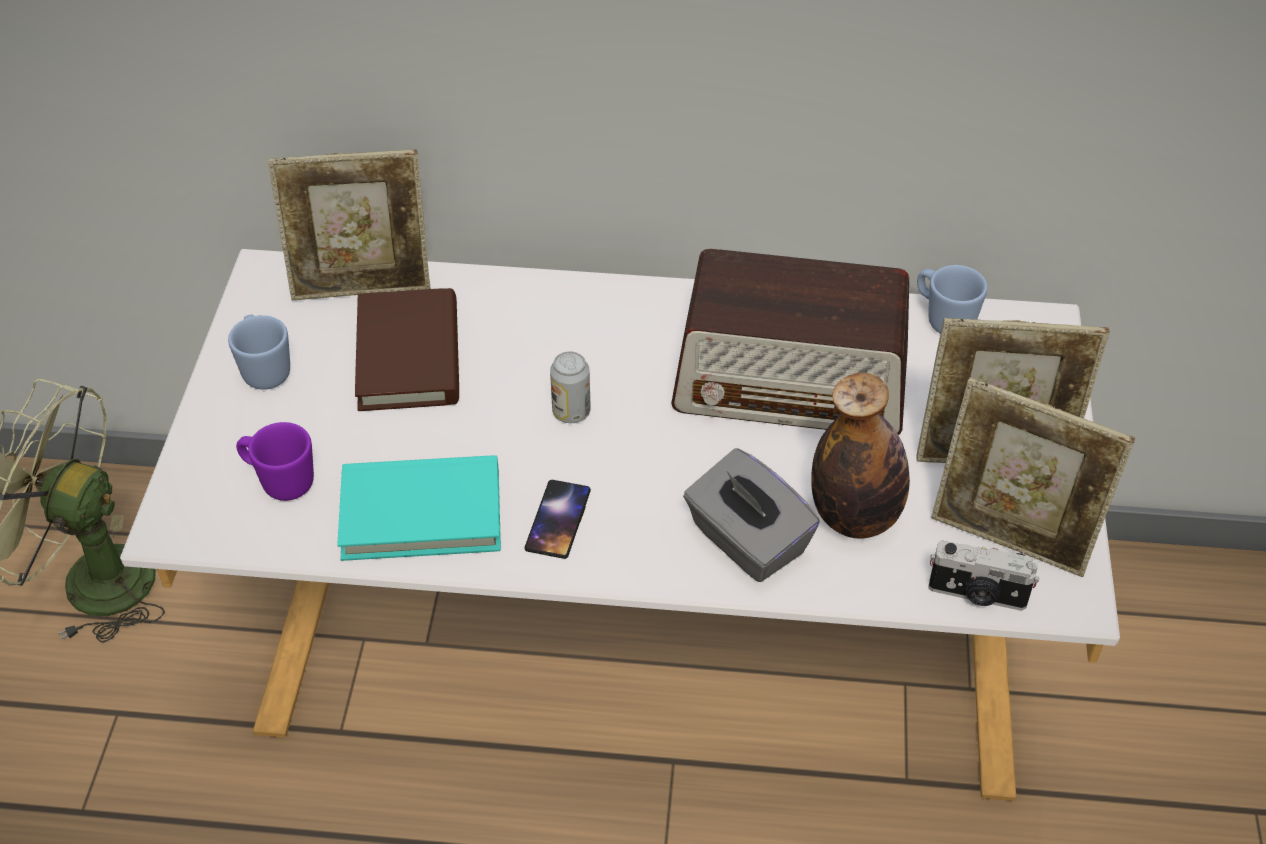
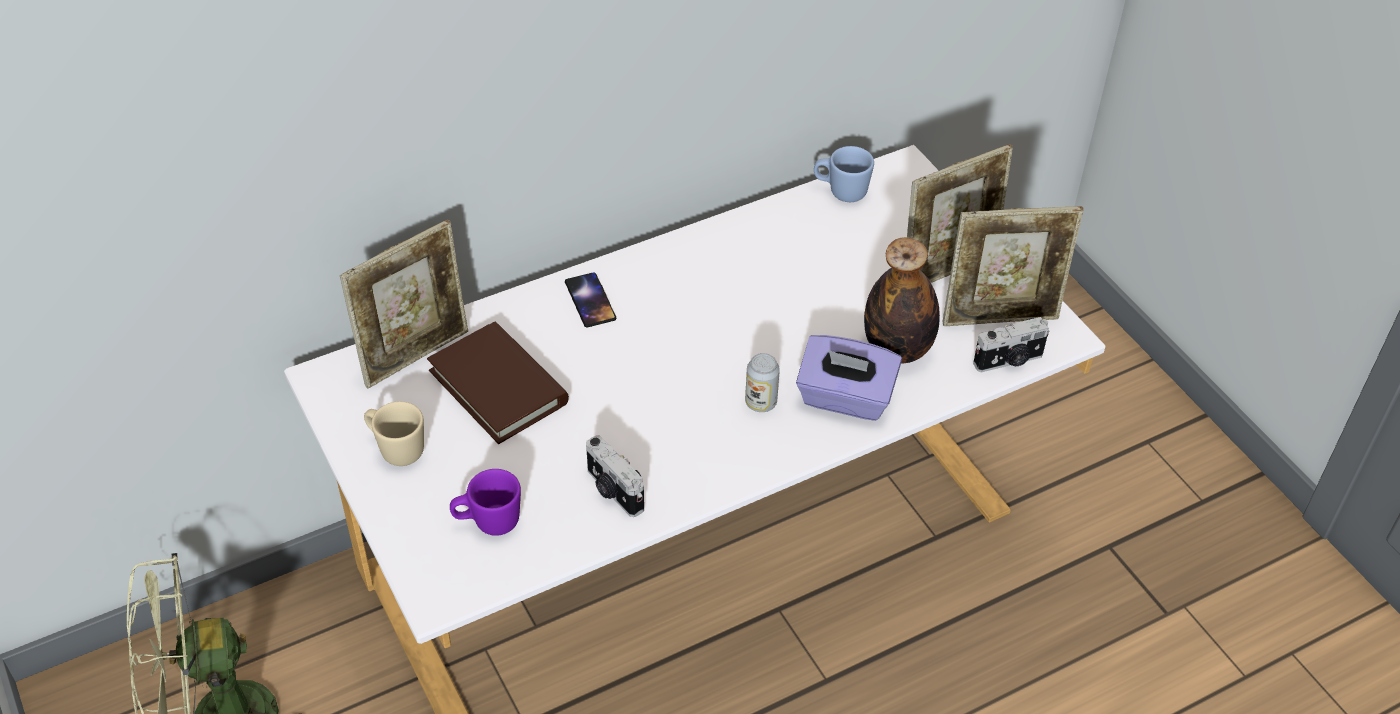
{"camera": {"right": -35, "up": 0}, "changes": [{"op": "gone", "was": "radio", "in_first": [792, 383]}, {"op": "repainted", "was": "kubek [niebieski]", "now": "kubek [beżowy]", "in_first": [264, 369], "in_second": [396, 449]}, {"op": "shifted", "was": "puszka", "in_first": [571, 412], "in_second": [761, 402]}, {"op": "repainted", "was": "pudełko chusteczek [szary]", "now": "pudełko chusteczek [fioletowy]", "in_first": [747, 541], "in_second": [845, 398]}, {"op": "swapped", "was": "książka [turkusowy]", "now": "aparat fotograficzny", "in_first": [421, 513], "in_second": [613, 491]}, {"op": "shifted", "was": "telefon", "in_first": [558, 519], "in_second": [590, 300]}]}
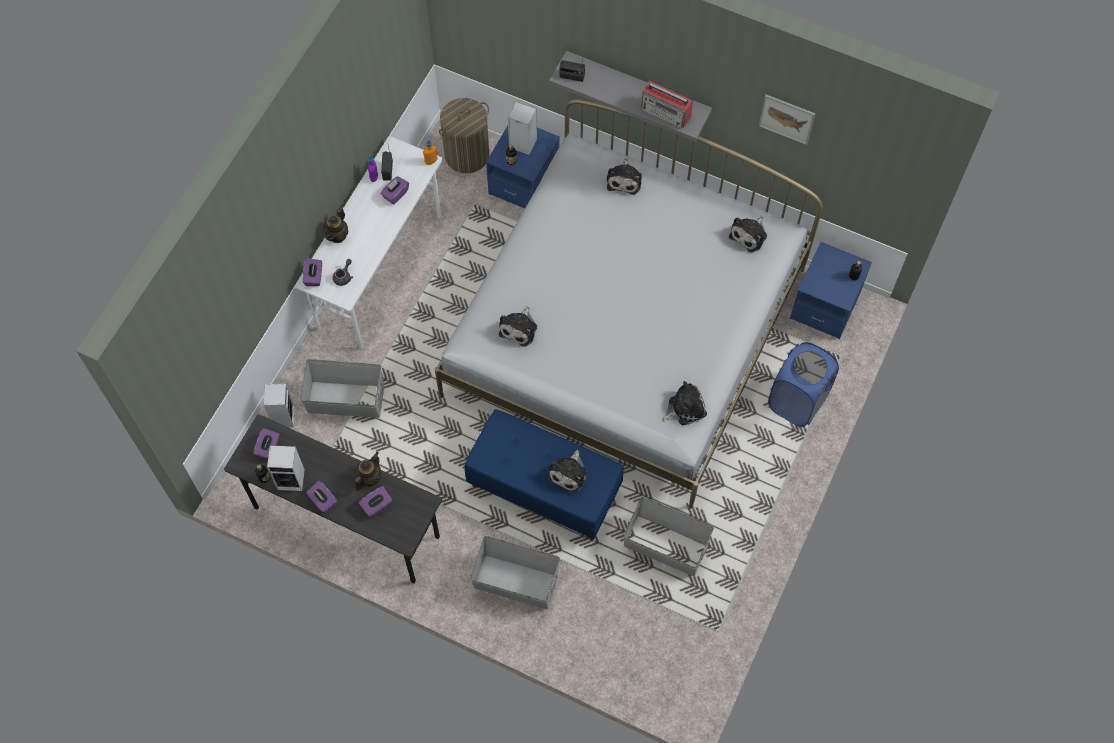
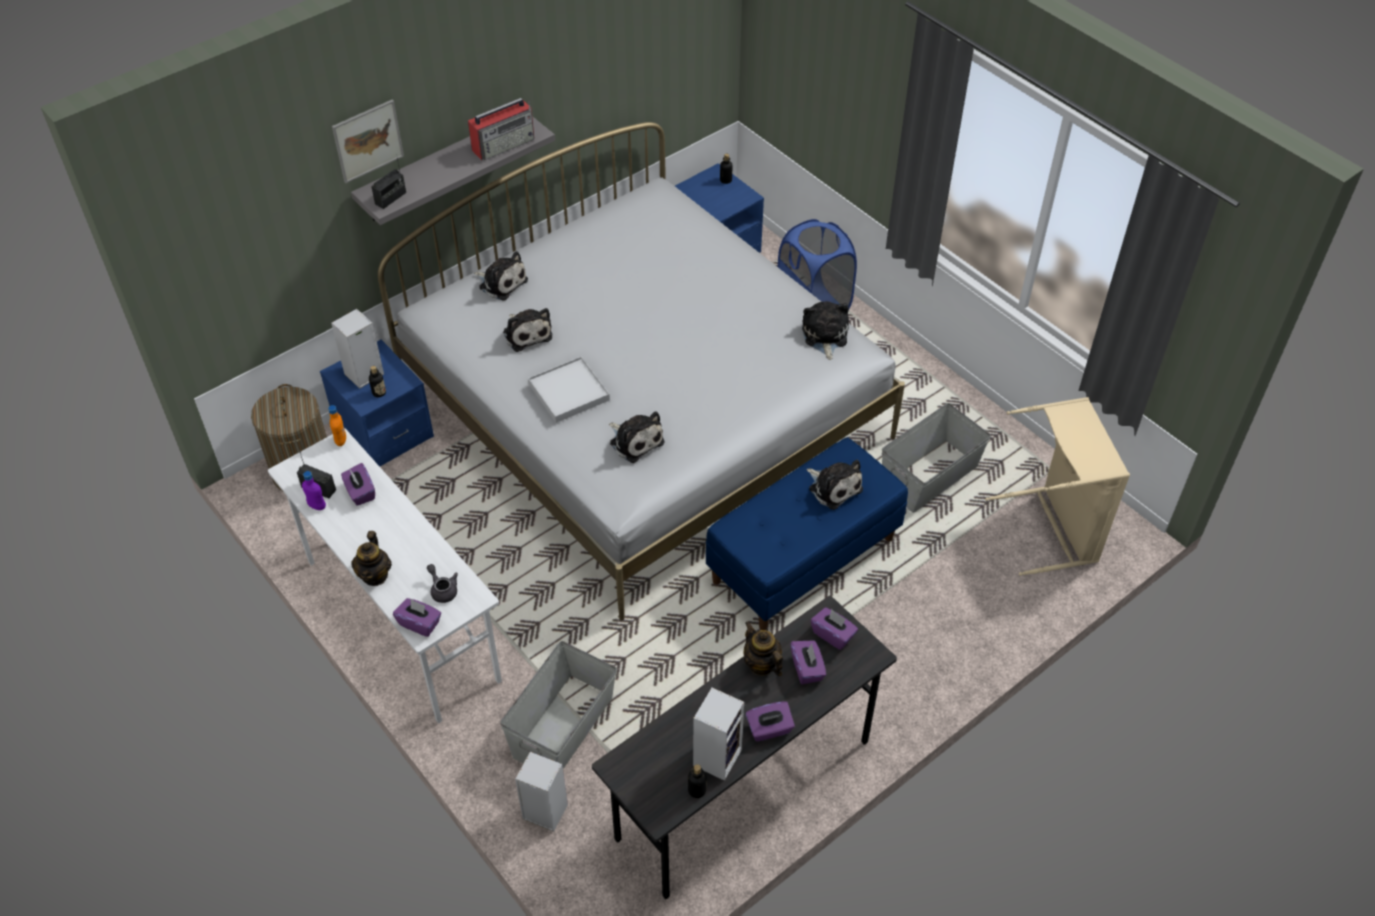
{"camera": {"right": -65, "up": -15}, "changes": [{"op": "shifted", "was": "obraz", "in_first": [786, 119], "in_second": [368, 140]}, {"op": "rotated", "was": "imbryk", "in_first": [337, 235], "in_second": [375, 575], "clockwise": 45}, {"op": "shifted", "was": "pluszak", "in_first": [749, 235], "in_second": [526, 333]}, {"op": "shifted", "was": "pudełko chusteczek [fioletowy]", "in_first": [268, 448], "in_second": [833, 635]}, {"op": "gone", "was": "pojemnik do przechowywania [szary]", "in_first": [515, 581]}, {"op": "new", "now": "taca [biały]", "in_second": [569, 392]}, {"op": "new", "now": "kosz na pranie [beżowy]", "in_second": [1053, 528]}]}
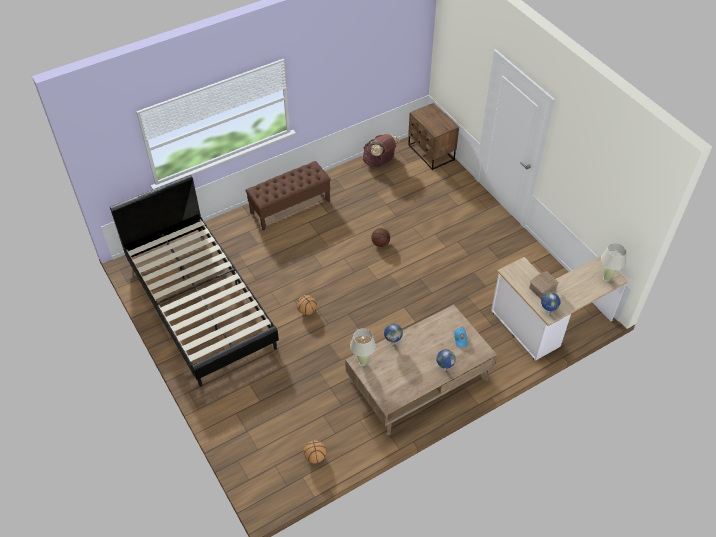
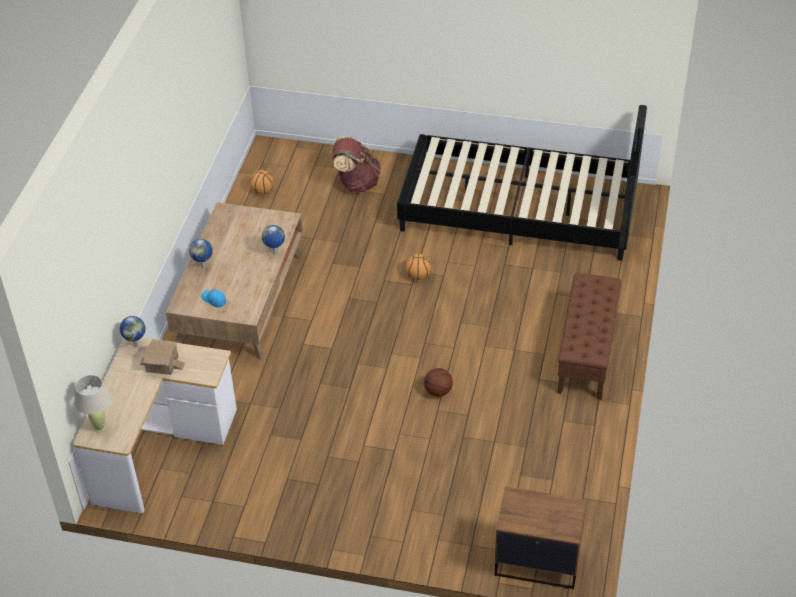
{"camera": {"right": 135, "up": -5}, "changes": [{"op": "shifted", "was": "plecak [brązowy]", "in_first": [379, 162], "in_second": [356, 183]}, {"op": "gone", "was": "lampa stołowa [beżowy]", "in_first": [363, 362]}]}
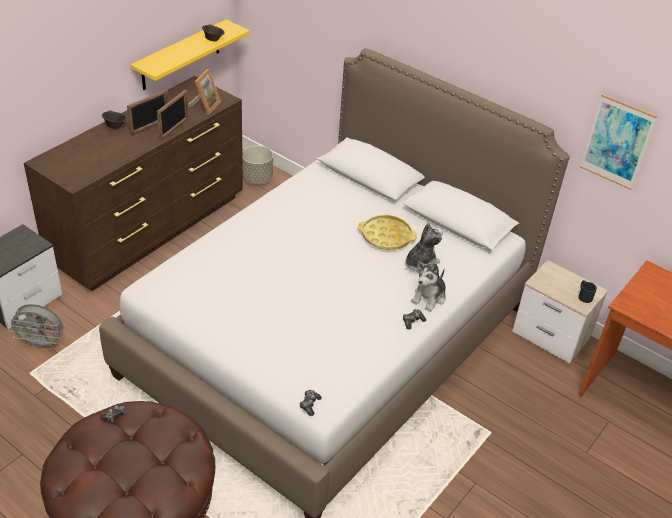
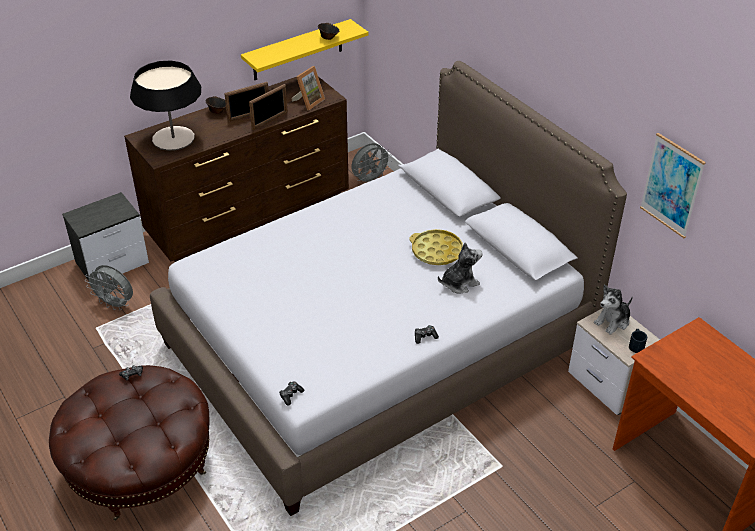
{"camera": {"right": 20, "up": 0}, "changes": [{"op": "swapped", "was": "donica [szary]", "now": "wentylator [szary]", "in_first": [257, 178], "in_second": [370, 180]}, {"op": "shifted", "was": "pluszak", "in_first": [429, 297], "in_second": [613, 321]}, {"op": "new", "now": "lampa stołowa", "in_second": [173, 138]}]}
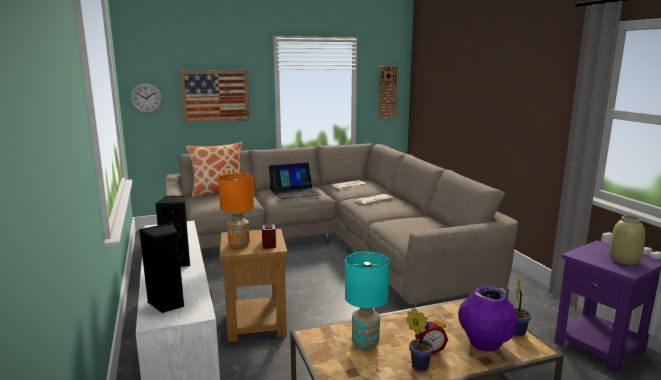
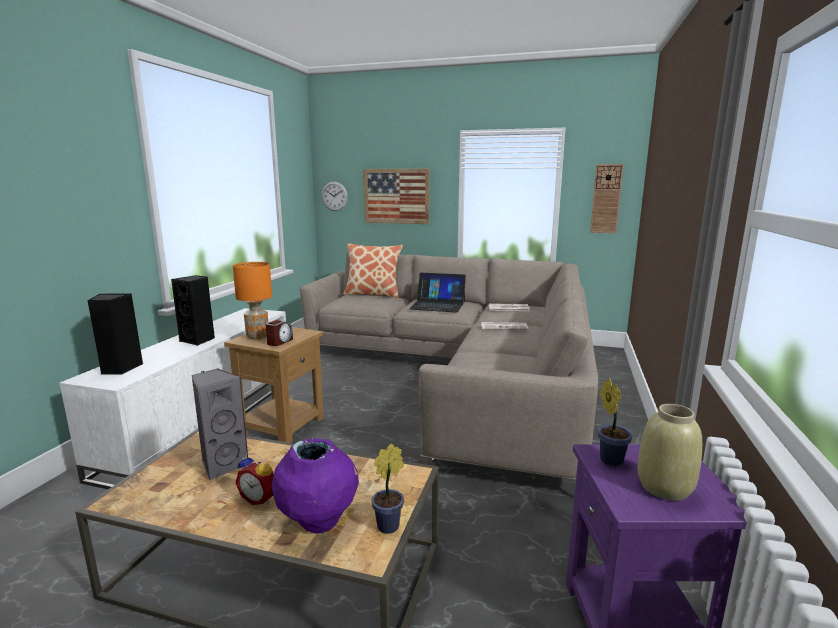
{"camera": {"right": 35, "up": 0}, "changes": [{"op": "swapped", "was": "lampa stołowa [turkusowy]", "now": "głośnik [szary]", "in_first": [365, 343], "in_second": [223, 465]}, {"op": "shifted", "was": "roślina doniczkowa", "in_first": [418, 365], "in_second": [609, 459]}]}
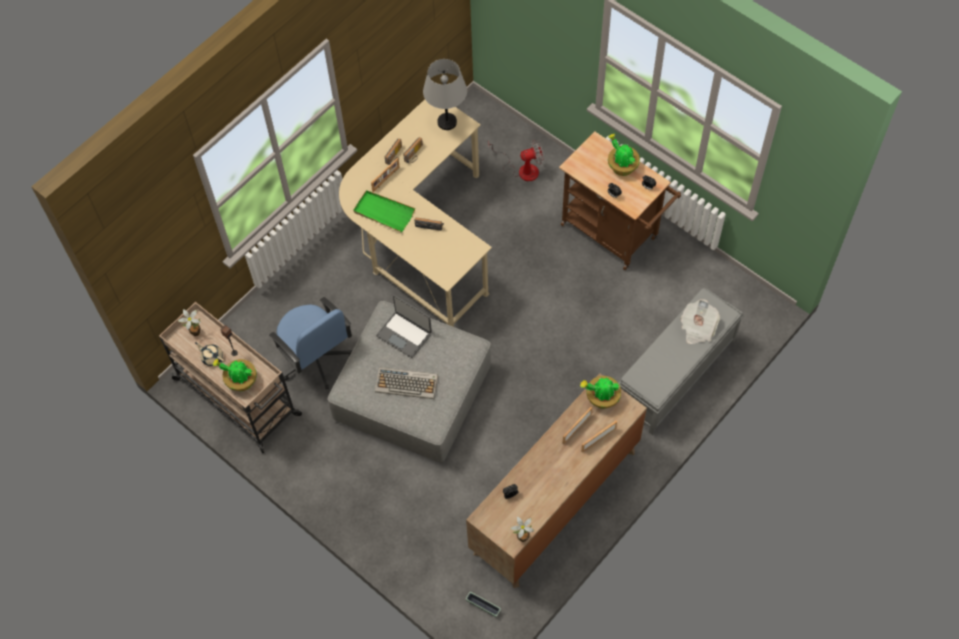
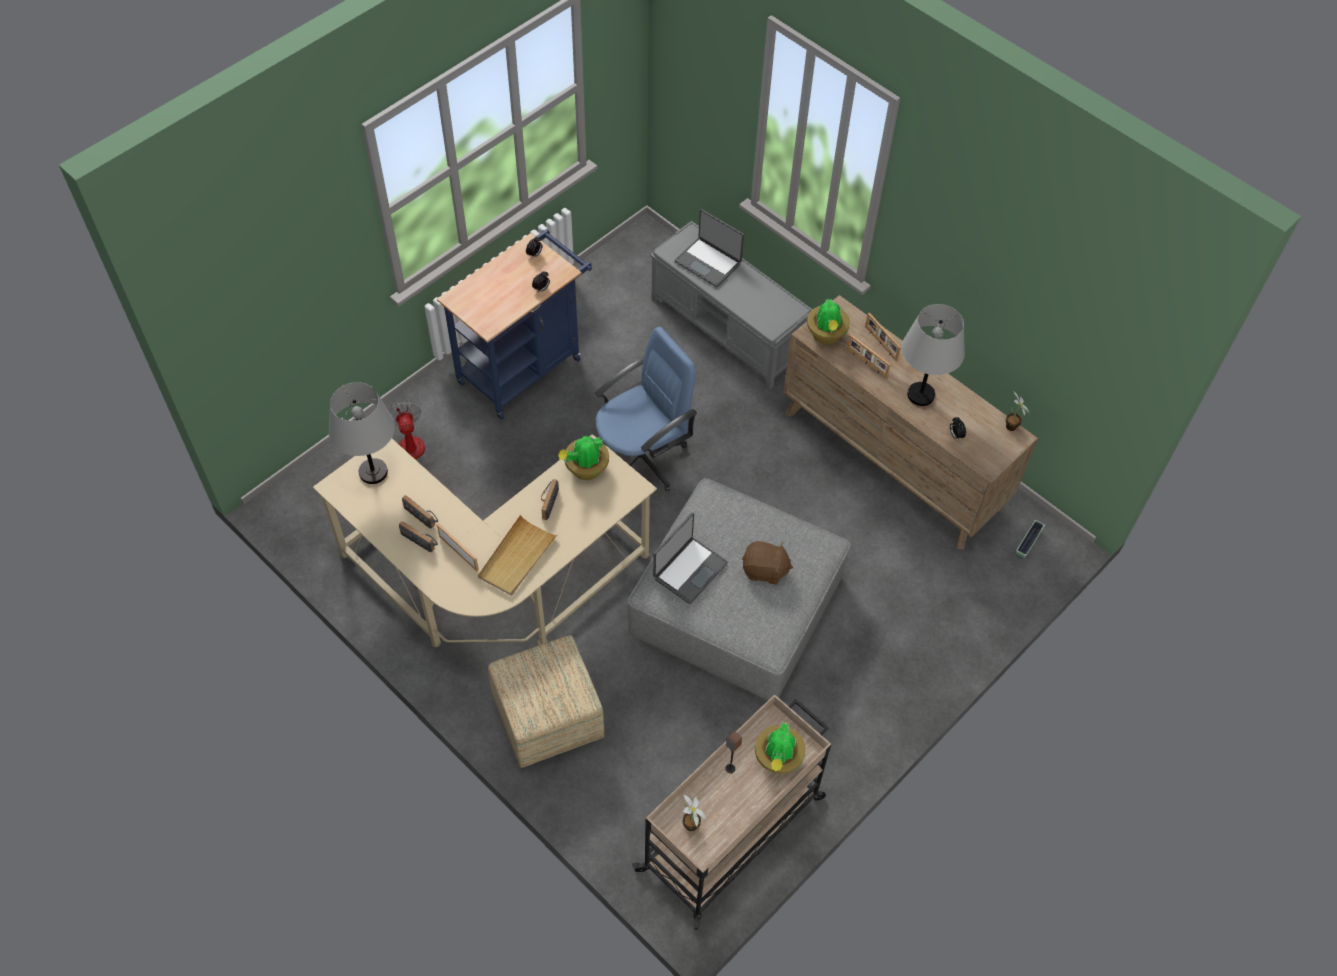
{"camera": {"right": -90, "up": -5}, "changes": [{"op": "repainted", "was": "wózek [brązowy]", "now": "wózek [niebieski]", "in_first": [614, 234], "in_second": [524, 366]}, {"op": "shifted", "was": "roślina doniczkowa", "in_first": [621, 166], "in_second": [585, 469]}, {"op": "repainted", "was": "taca [zielony]", "now": "taca [beżowy]", "in_first": [383, 212], "in_second": [517, 558]}, {"op": "shifted", "was": "krzesło biurowe [niebieski]", "in_first": [316, 359], "in_second": [642, 457]}, {"op": "swapped", "was": "gazeta", "now": "laptop", "in_first": [697, 328], "in_second": [708, 262]}, {"op": "gone", "was": "imbryk [beżowy]", "in_first": [212, 357]}, {"op": "swapped", "was": "klawiatura", "now": "pluszak [brązowy]", "in_first": [407, 383], "in_second": [765, 570]}, {"op": "new", "now": "lampa stołowa [szary]", "in_second": [920, 395]}, {"op": "new", "now": "pufa", "in_second": [547, 718]}]}
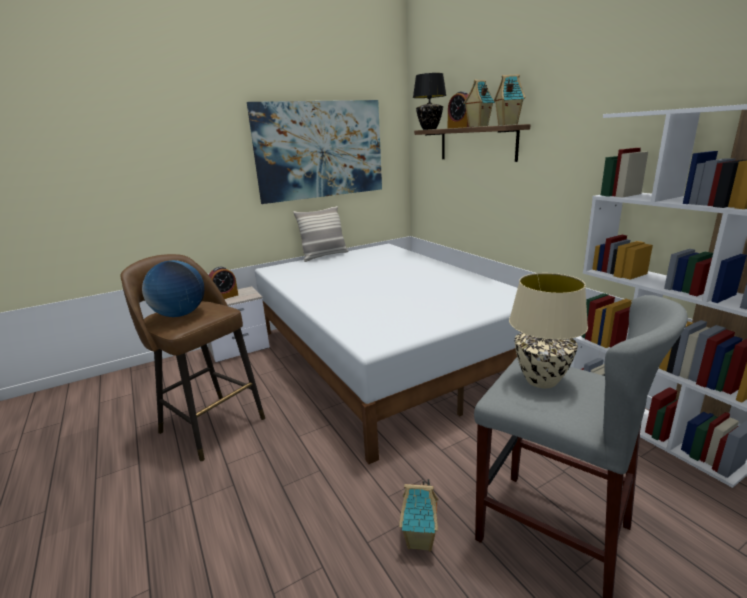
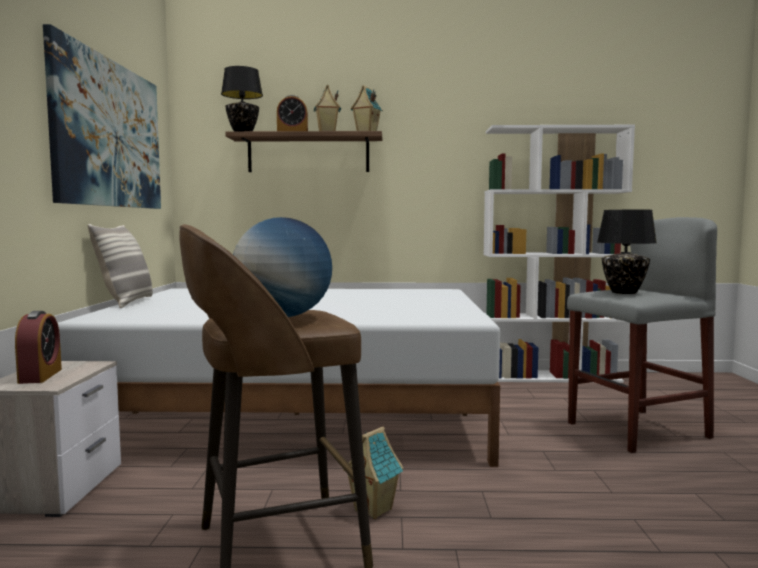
{"camera": {"right": -60, "up": -15}, "changes": [{"op": "repainted", "was": "lampa stołowa [beżowy]", "now": "lampa stołowa [czarny]", "in_first": [541, 380], "in_second": [623, 292]}, {"op": "shifted", "was": "domek", "in_first": [421, 540], "in_second": [374, 509]}]}
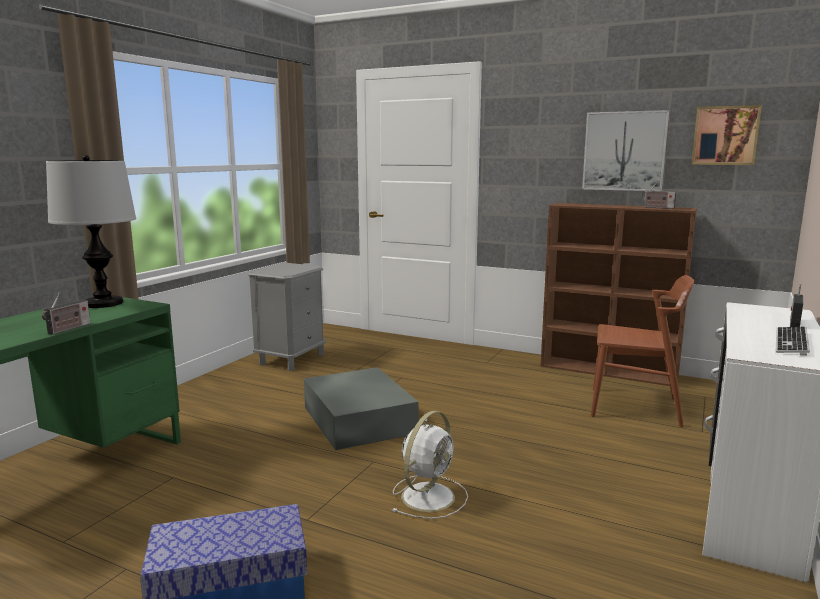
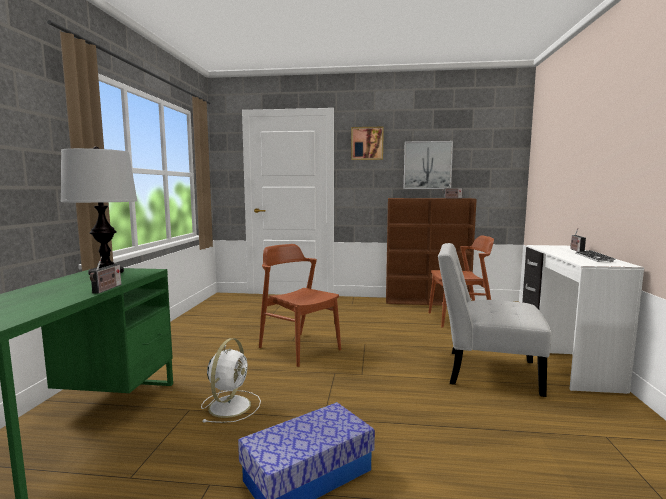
{"camera": {"right": -20, "up": -5}, "changes": [{"op": "shifted", "was": "obraz", "in_first": [725, 135], "in_second": [367, 143]}, {"op": "gone", "was": "szafka nocna [szary]", "in_first": [292, 359]}, {"op": "swapped", "was": "pojemnik do przechowywania [szary]", "now": "krzesło [brązowy]", "in_first": [359, 419], "in_second": [299, 348]}, {"op": "shifted", "was": "wentylator [biały]", "in_first": [429, 496], "in_second": [230, 405]}, {"op": "new", "now": "krzesło [biały]", "in_second": [485, 371]}]}
